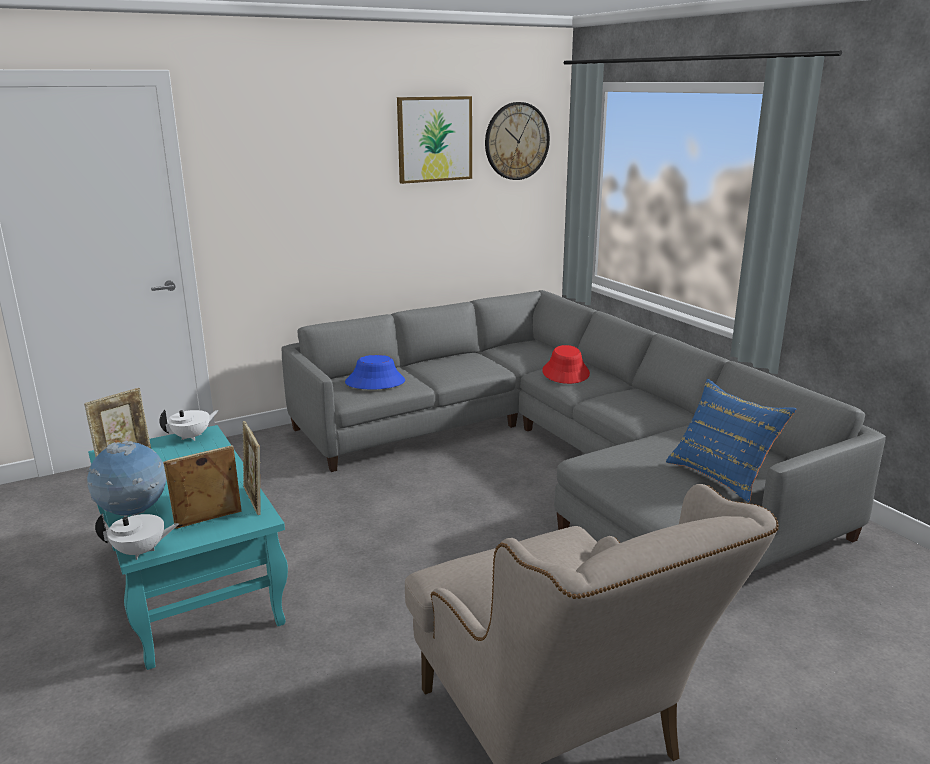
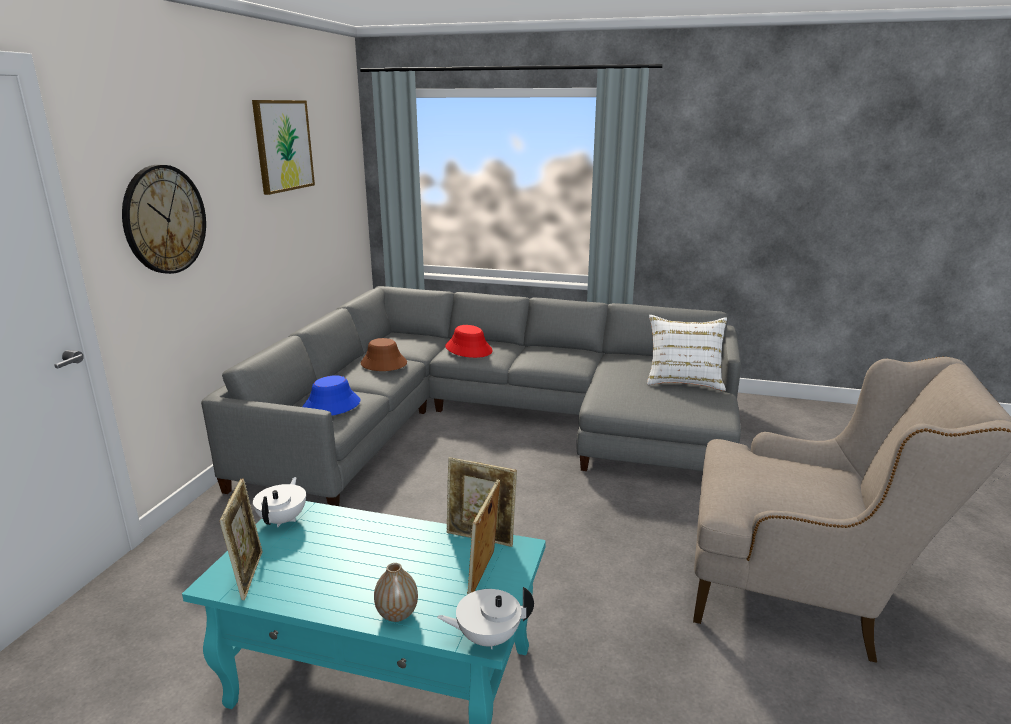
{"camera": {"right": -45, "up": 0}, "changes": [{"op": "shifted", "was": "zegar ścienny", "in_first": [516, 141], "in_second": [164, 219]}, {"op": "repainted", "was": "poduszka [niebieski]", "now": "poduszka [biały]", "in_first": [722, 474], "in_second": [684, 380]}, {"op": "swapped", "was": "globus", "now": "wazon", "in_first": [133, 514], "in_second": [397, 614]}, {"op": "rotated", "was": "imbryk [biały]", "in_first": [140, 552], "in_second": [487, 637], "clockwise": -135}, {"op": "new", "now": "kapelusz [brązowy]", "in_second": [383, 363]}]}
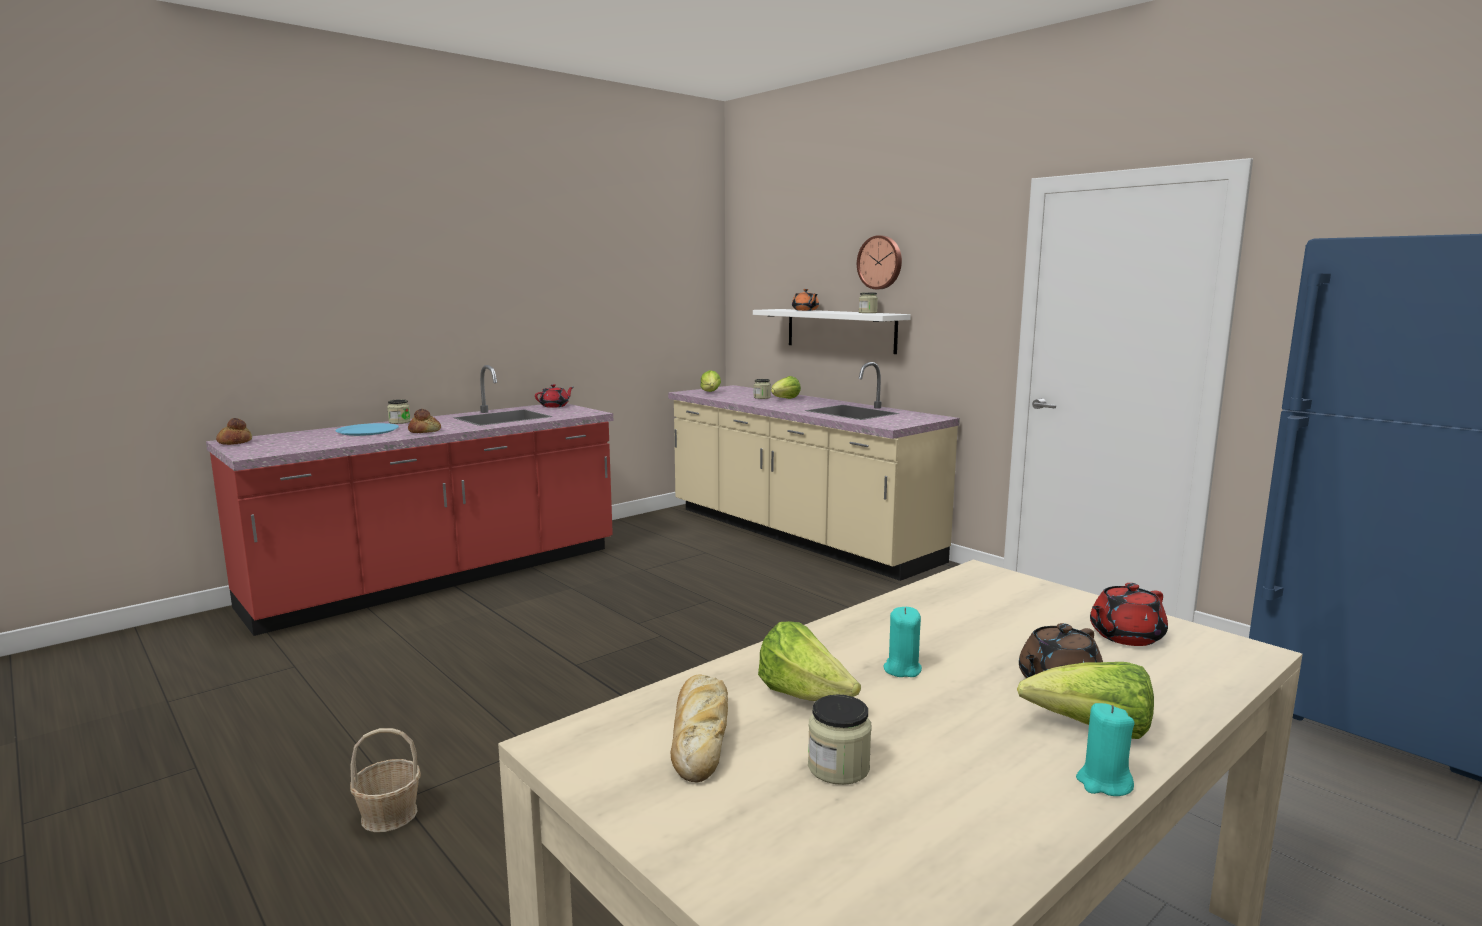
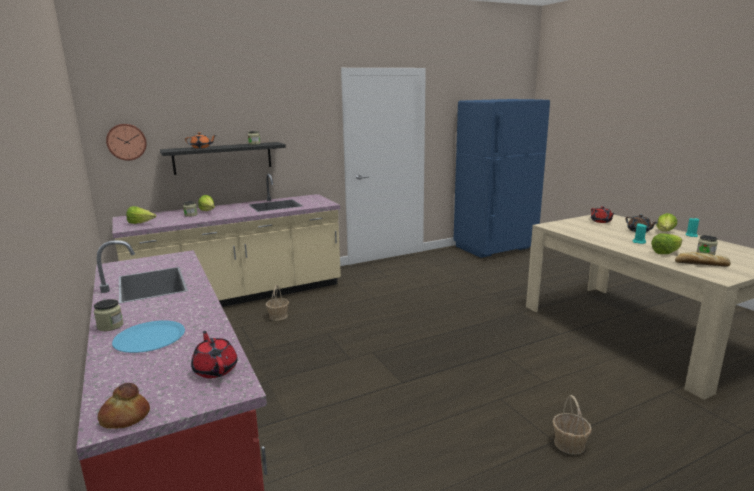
{"camera": {"right": -75, "up": 5}, "changes": [{"op": "shifted", "was": "zegar ścienny", "in_first": [880, 262], "in_second": [126, 142]}, {"op": "repainted", "was": "półka [biały]", "now": "półka [czarny]", "in_first": [840, 330], "in_second": [223, 158]}, {"op": "shifted", "was": "imbryk [czerwony]", "in_first": [555, 406], "in_second": [215, 369]}, {"op": "gone", "was": "chleb", "in_first": [424, 431]}, {"op": "new", "now": "koszyk", "in_second": [278, 316]}]}
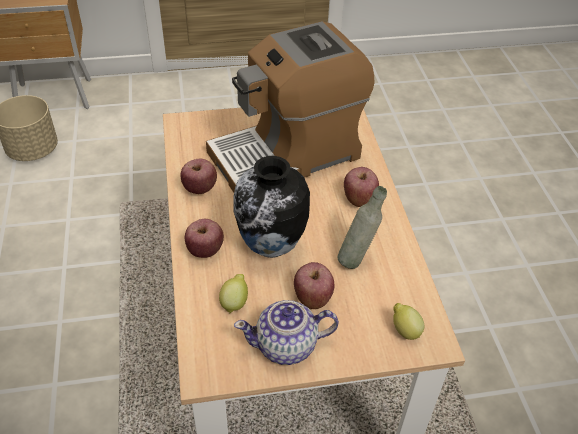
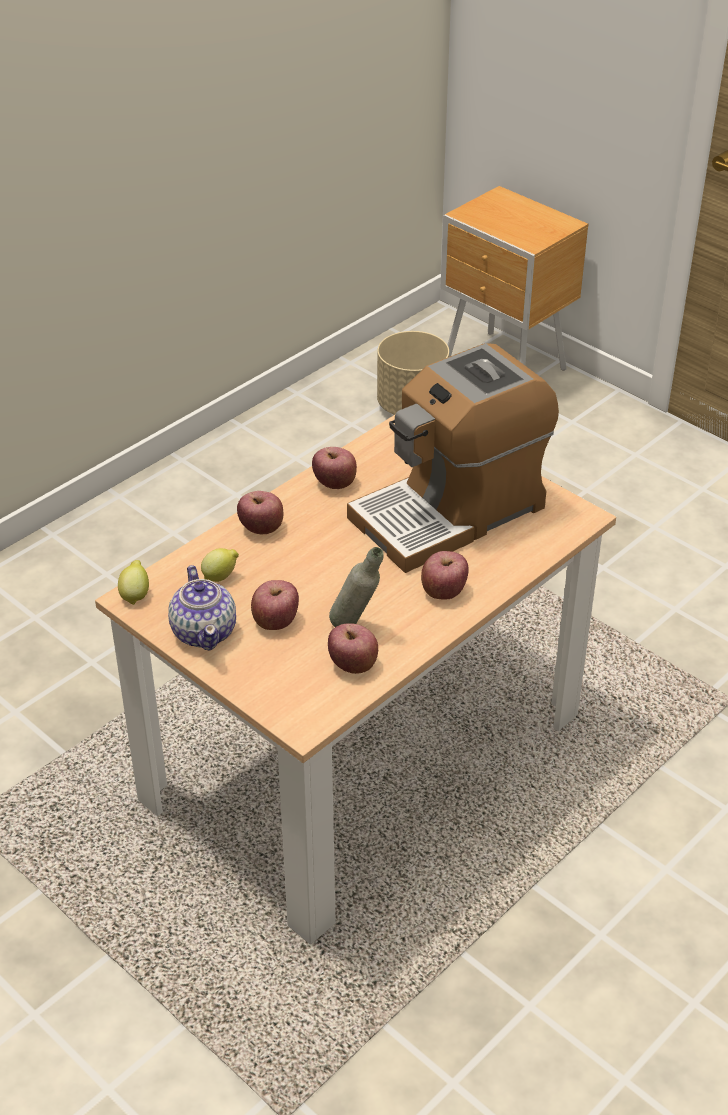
{"camera": {"right": 55, "up": -5}, "changes": [{"op": "rotated", "was": "ekspres do kawy", "in_first": [287, 155], "in_second": [450, 512], "clockwise": -60}, {"op": "gone", "was": "wazon", "in_first": [271, 247]}, {"op": "rotated", "was": "imbryk", "in_first": [287, 346], "in_second": [204, 631], "clockwise": -150}, {"op": "shifted", "was": "cytryna", "in_first": [404, 330], "in_second": [135, 595]}, {"op": "new", "now": "jabłko", "in_second": [352, 665]}]}
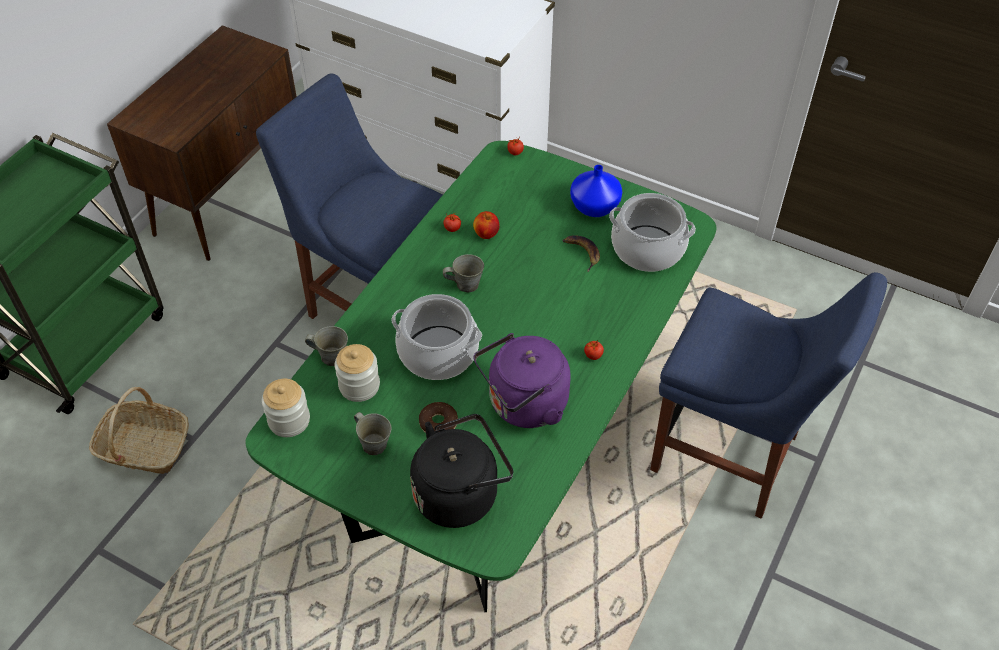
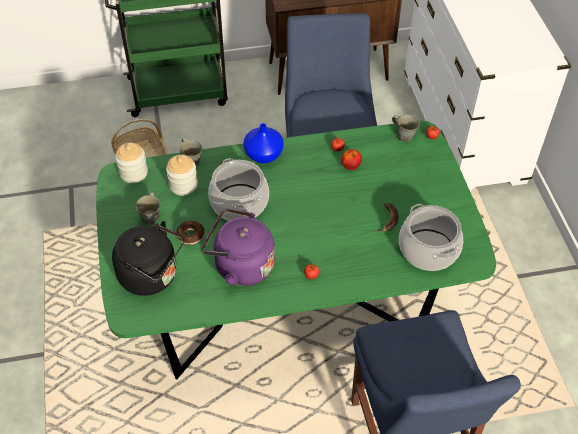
{"camera": {"right": 50, "up": 0}, "changes": [{"op": "shifted", "was": "wazon [niebieski]", "in_first": [593, 207], "in_second": [263, 154]}, {"op": "shifted", "was": "kubek [szary]", "in_first": [465, 284], "in_second": [404, 135]}]}
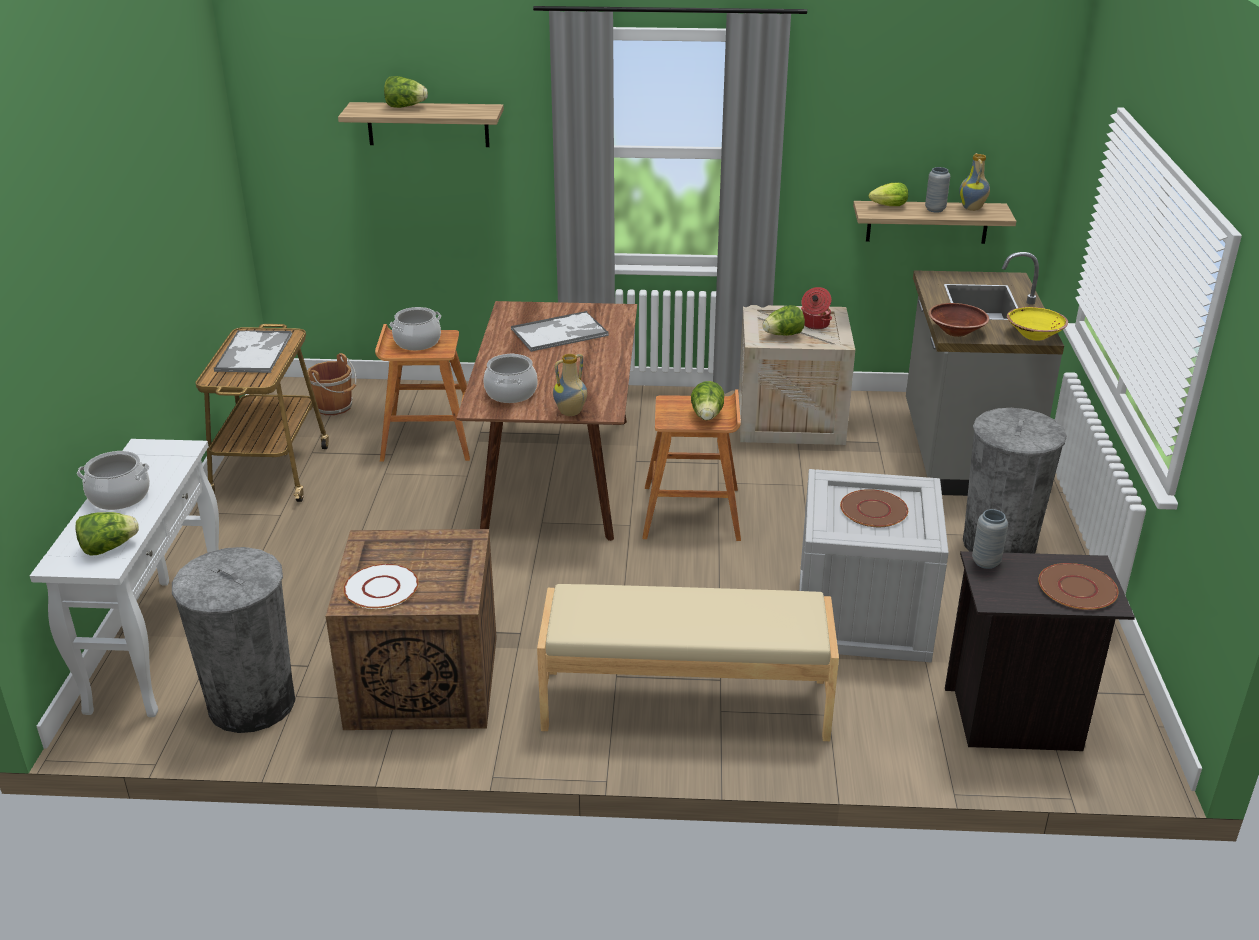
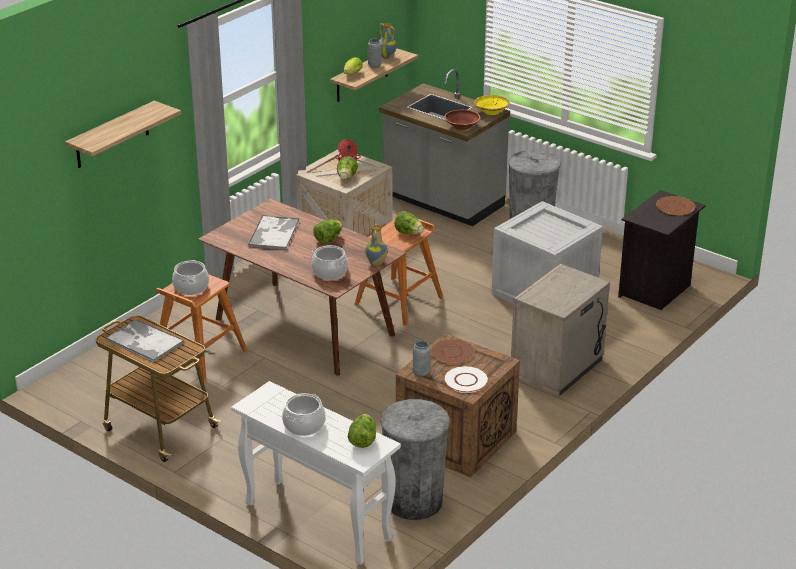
{"camera": {"right": -55, "up": 0}, "changes": [{"op": "shifted", "was": "sałata", "in_first": [405, 107], "in_second": [328, 239]}, {"op": "gone", "was": "wiadro [brązowy]", "in_first": [335, 407]}, {"op": "shifted", "was": "talerz [brązowy]", "in_first": [874, 510], "in_second": [452, 352]}, {"op": "shifted", "was": "wazon [szary]", "in_first": [986, 562], "in_second": [421, 373]}, {"op": "swapped", "was": "ławka [beżowy]", "now": "szafka nocna [beżowy]", "in_first": [685, 704], "in_second": [558, 368]}]}
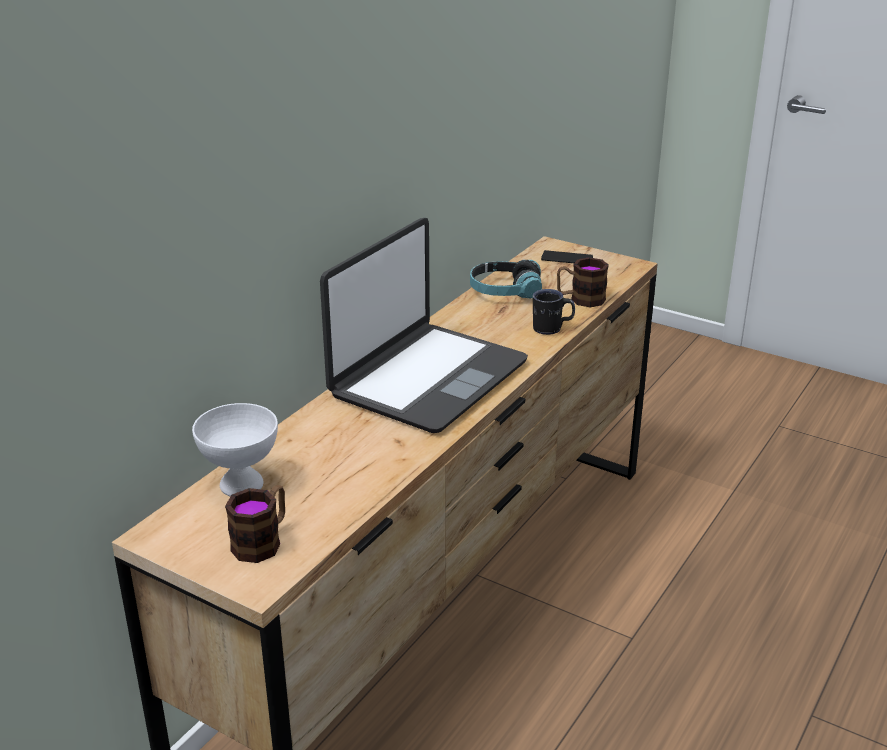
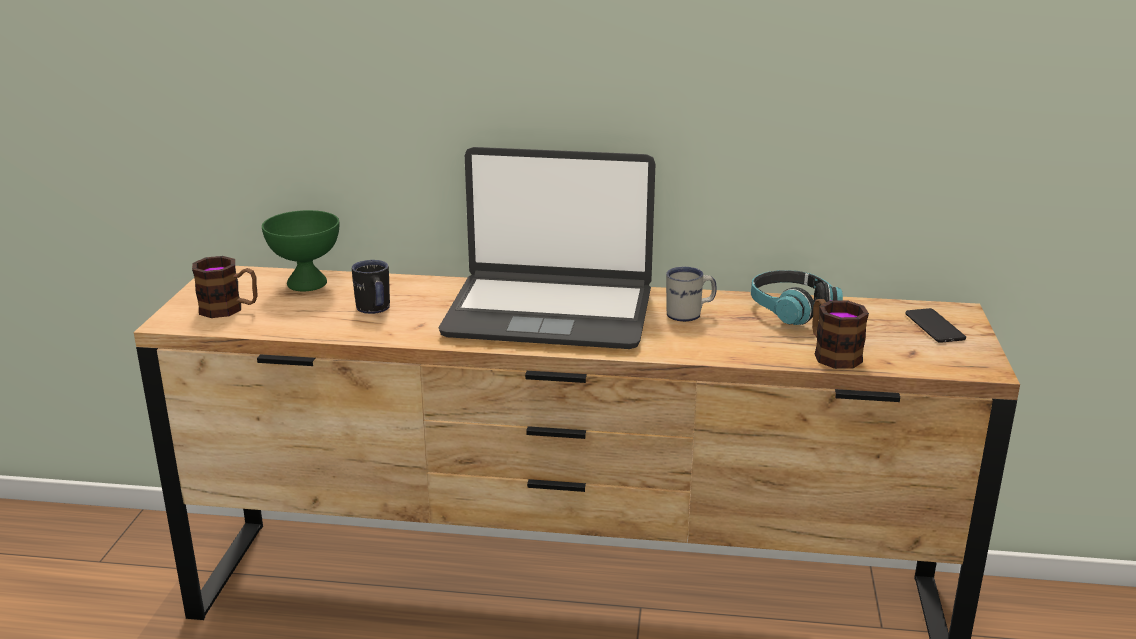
{"camera": {"right": 65, "up": -5}, "changes": [{"op": "shifted", "was": "kubek [czarny]", "in_first": [552, 329], "in_second": [374, 310]}, {"op": "repainted", "was": "miska [biały]", "now": "miska [zielony]", "in_first": [240, 486], "in_second": [305, 283]}, {"op": "new", "now": "kubek [biały]", "in_second": [690, 314]}]}
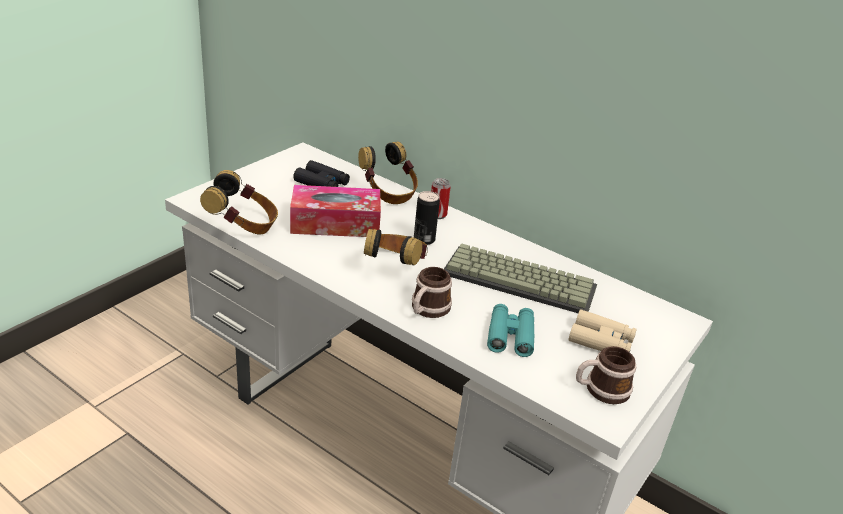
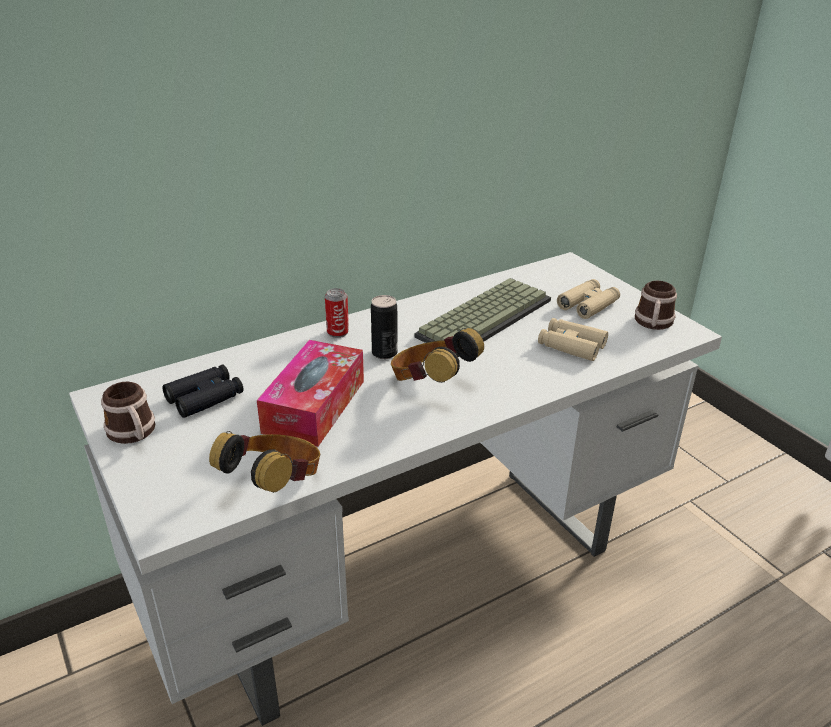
{"camera": {"right": -65, "up": 0}, "changes": [{"op": "gone", "was": "słuchawki", "in_first": [388, 193]}, {"op": "shifted", "was": "kubek", "in_first": [427, 310], "in_second": [134, 434]}, {"op": "repainted", "was": "lornetka [turkusowy]", "now": "lornetka [beżowy]", "in_first": [510, 336], "in_second": [571, 346]}]}
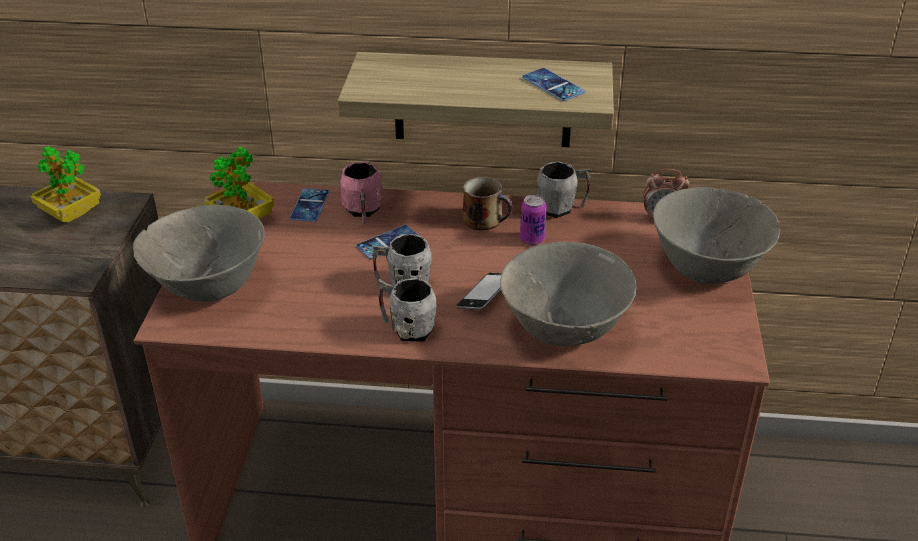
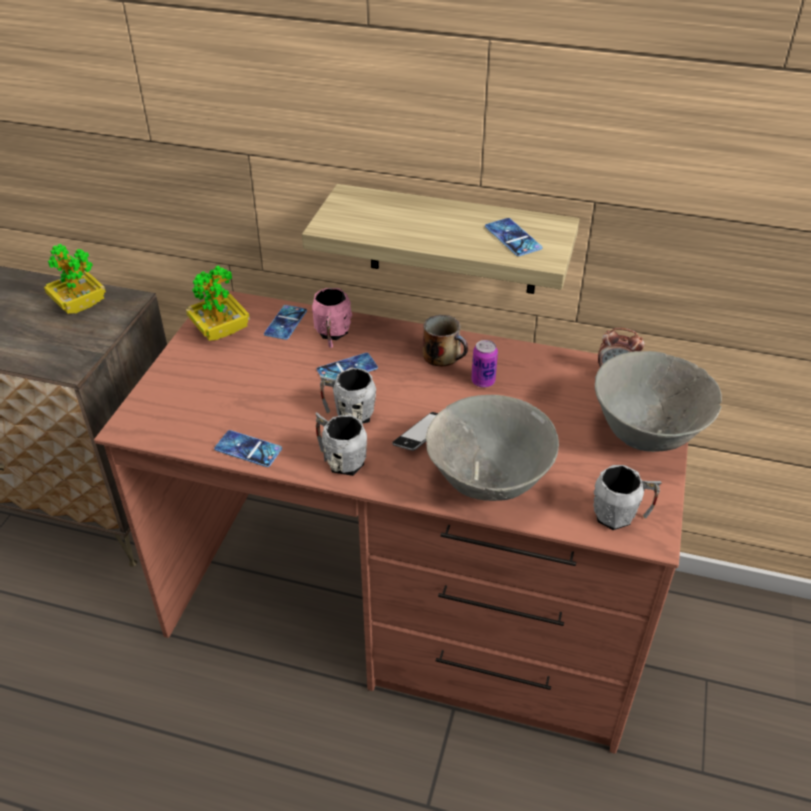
{"camera": {"right": 10, "up": 5}, "changes": [{"op": "shifted", "was": "kubek [szary]", "in_first": [561, 208], "in_second": [620, 516]}, {"op": "gone", "was": "miska [szary]", "in_first": [209, 288]}, {"op": "new", "now": "telefon", "in_second": [248, 449]}]}
